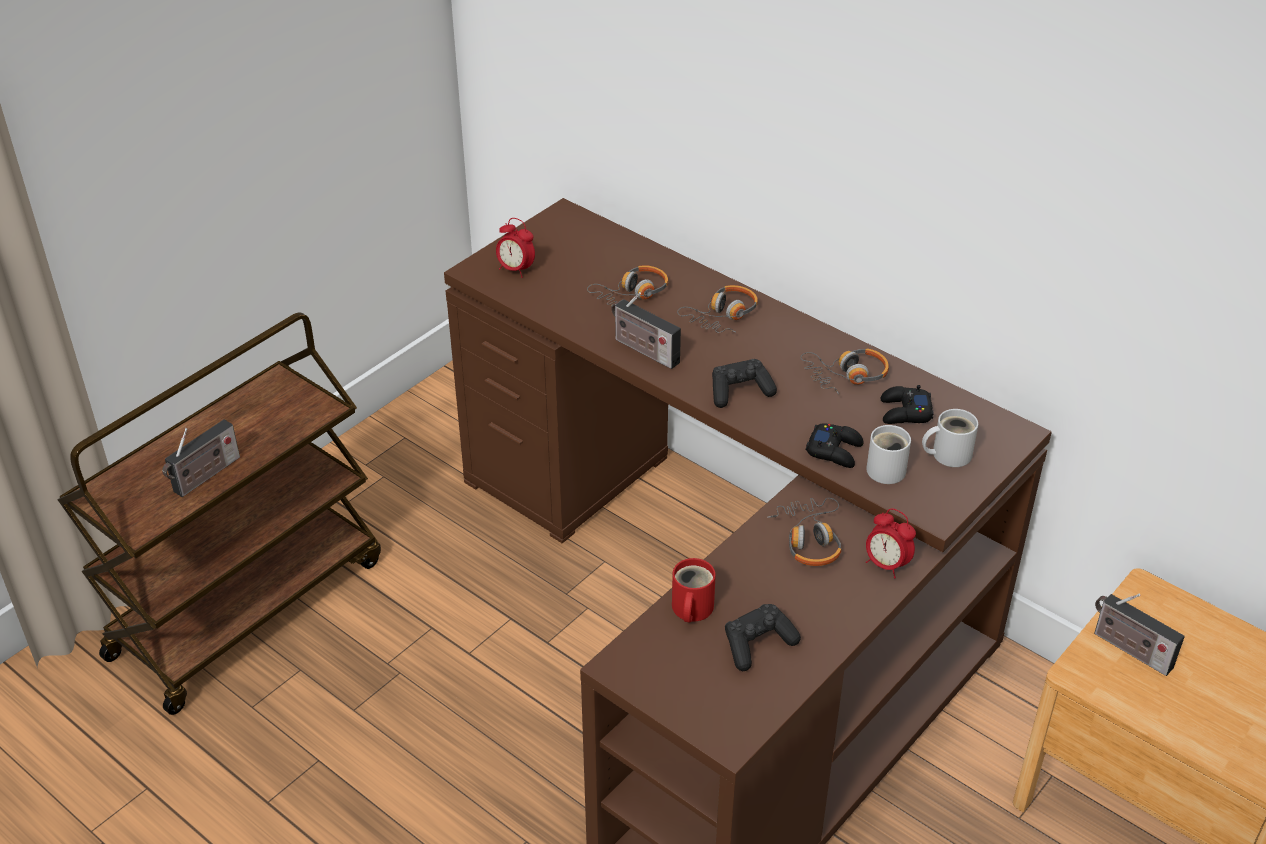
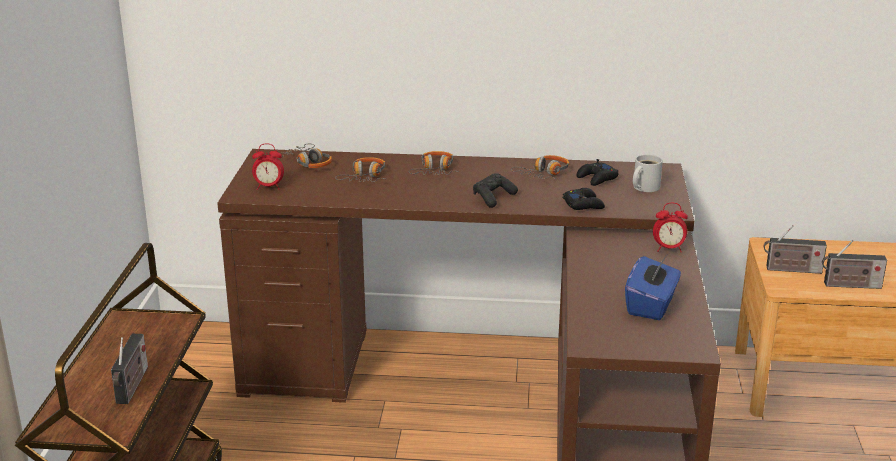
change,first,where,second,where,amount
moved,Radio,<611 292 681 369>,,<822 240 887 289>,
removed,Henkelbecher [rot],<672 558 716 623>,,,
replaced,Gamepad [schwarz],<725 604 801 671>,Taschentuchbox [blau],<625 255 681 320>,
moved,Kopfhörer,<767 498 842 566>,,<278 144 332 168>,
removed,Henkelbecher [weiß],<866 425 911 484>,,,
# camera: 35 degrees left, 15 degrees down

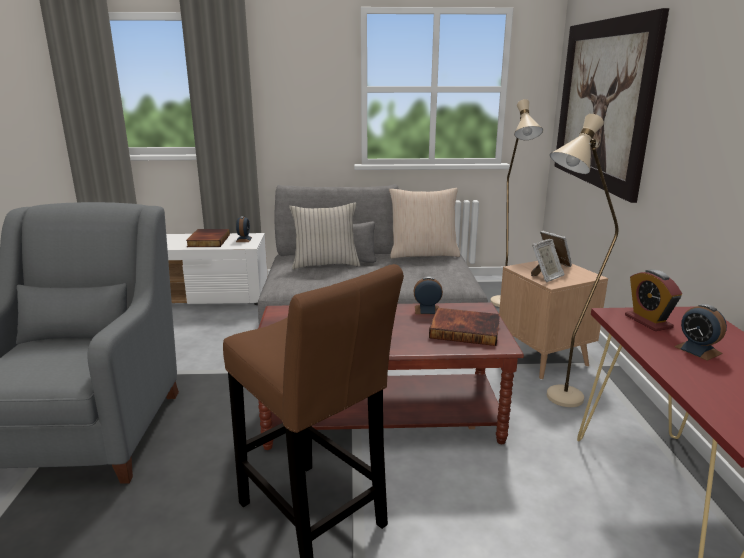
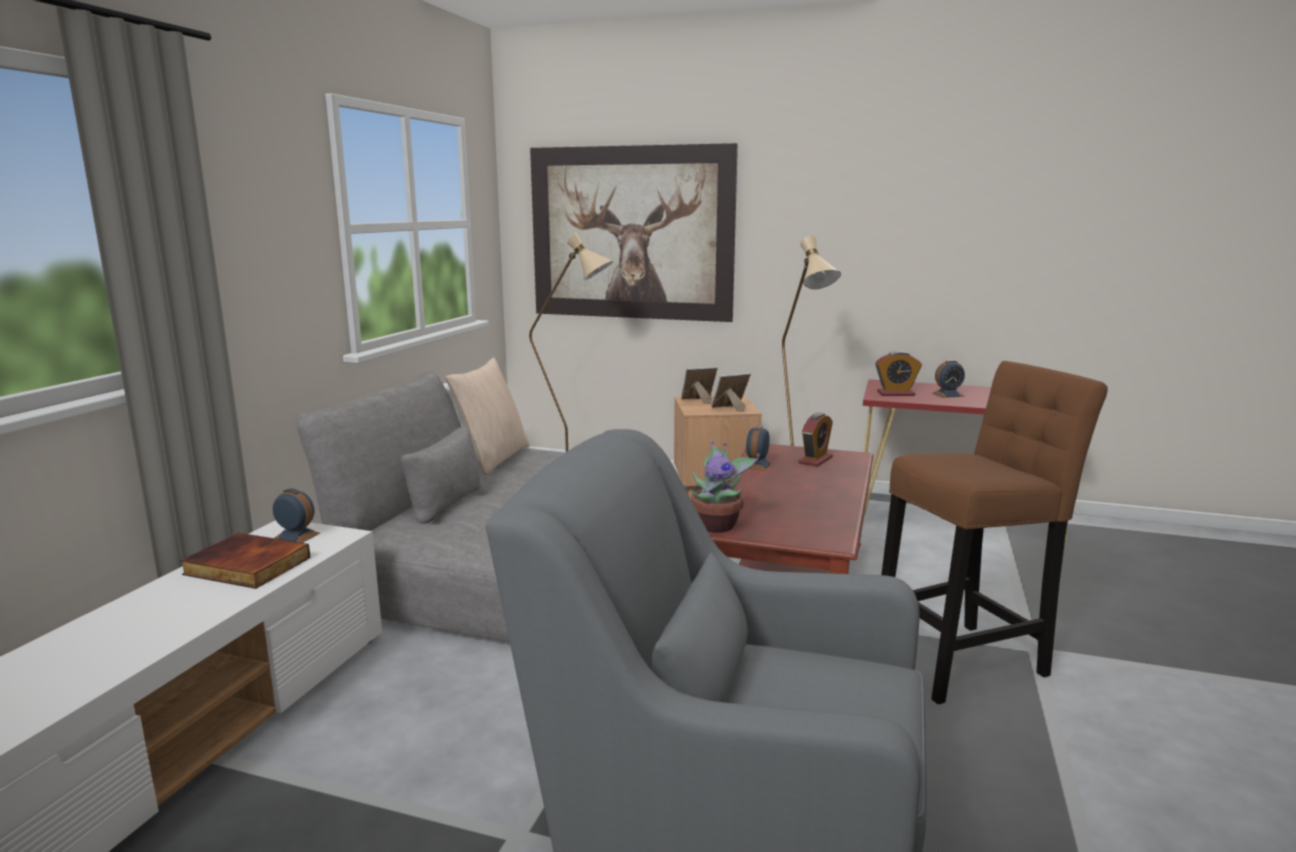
change,first,where,second,where,amount
removed,Kissen [beige],<289 203 360 269>,,,
replaced,Buch,<429 308 500 346>,Wecker,<799 412 833 467>,
turned,Bilderrahmen,<531 239 564 282>,,<711 373 751 411>,90 degrees counterclockwise
added,,,Topfpflanze,<691 440 760 533>,
# camera: 70 degrees left, 5 degrees down

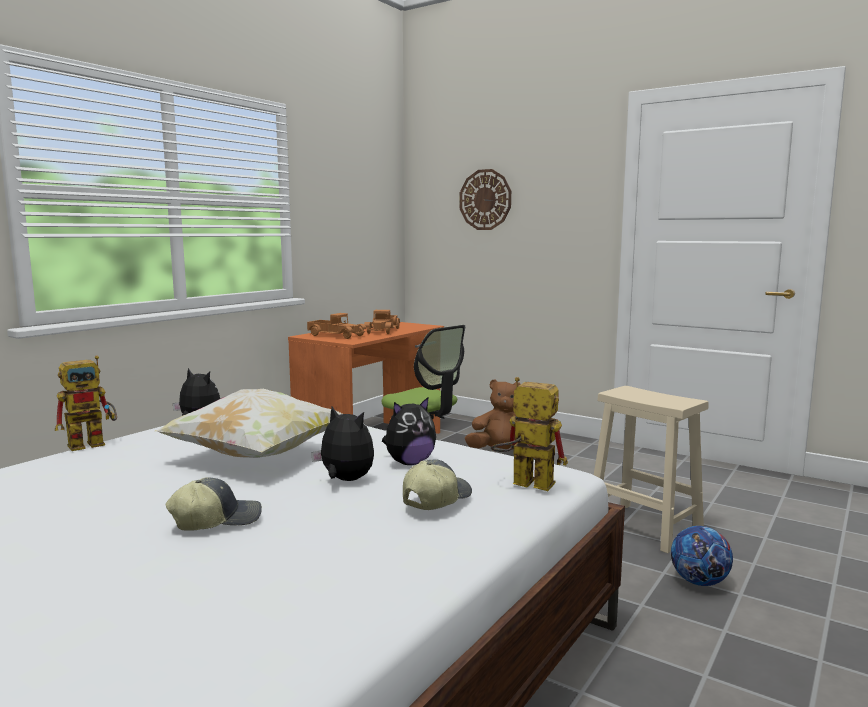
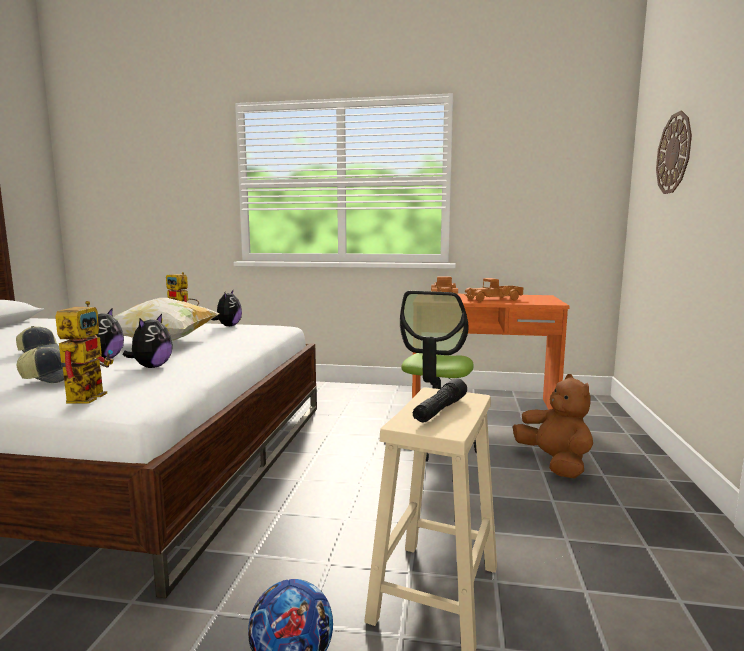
change,first,where,second,where,amount
turned,Plüschtier,<382 397 436 465>,,<123 314 173 368>,105 degrees counterclockwise
added,,,Taschenlampe [schwarz],<413 378 467 422>,
# camera: 65 degrees right, 0 degrees up

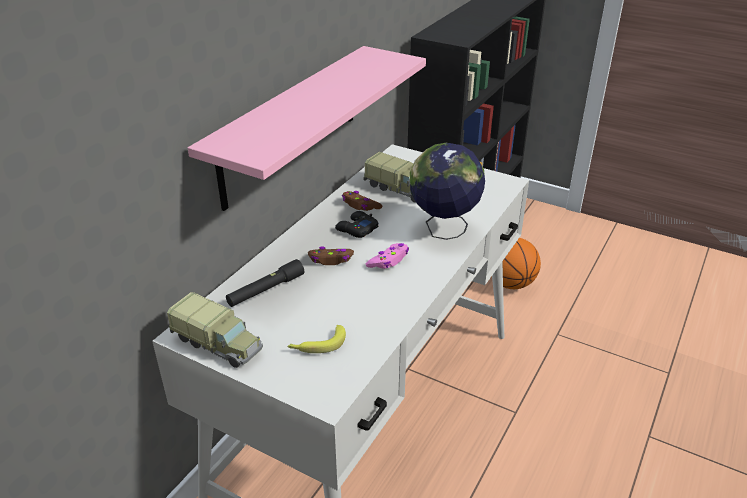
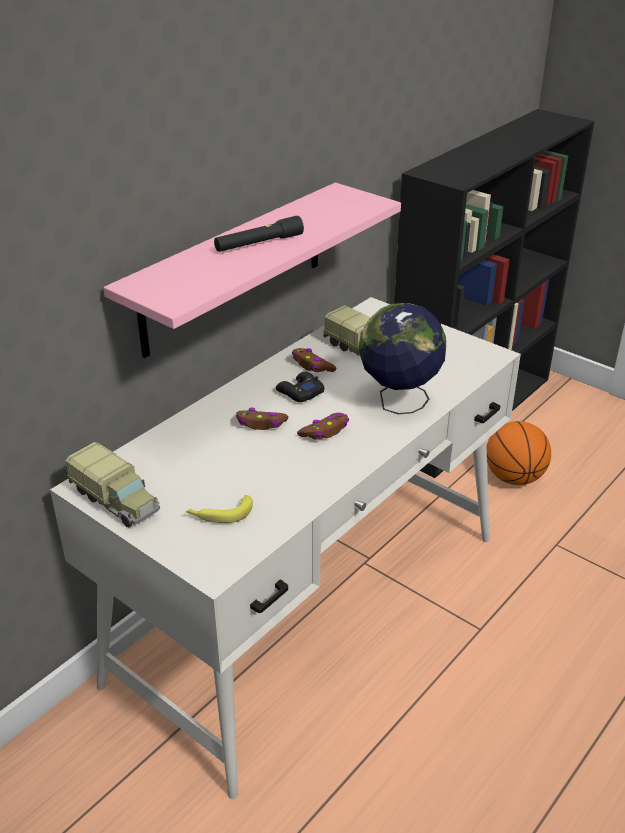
change,first,where,second,where,amount
moved,Taschenlampe [schwarz],<226 259 304 307>,,<214 215 304 252>,
recoloured,Gamepad [rosa],<365 243 409 269>,Gamepad [braun],<297 413 349 440>,
# camera: 10 degrees right, 0 degrees up

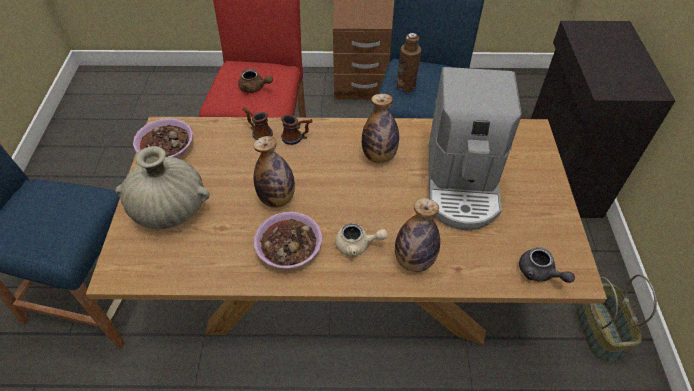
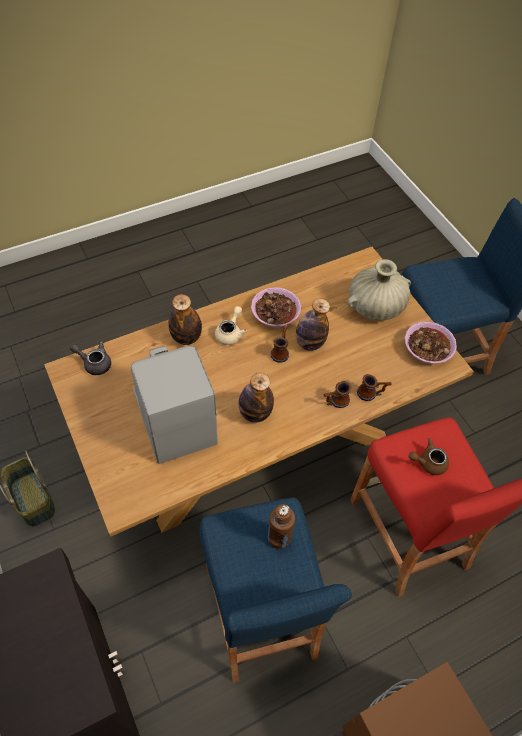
change,first,where,second,where,amount
turned,Teekanne [beige],<335 223 388 257>,,<215 306 247 345>,135 degrees clockwise
added,,,Henkelbecher,<271 326 289 363>,
# camera: 150 degrees right, 5 degrees up

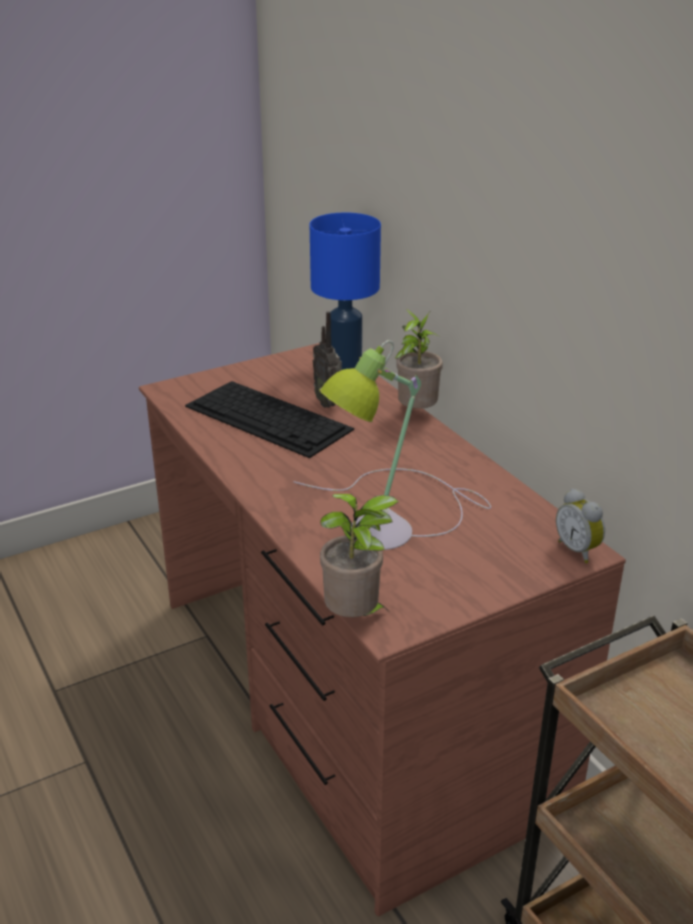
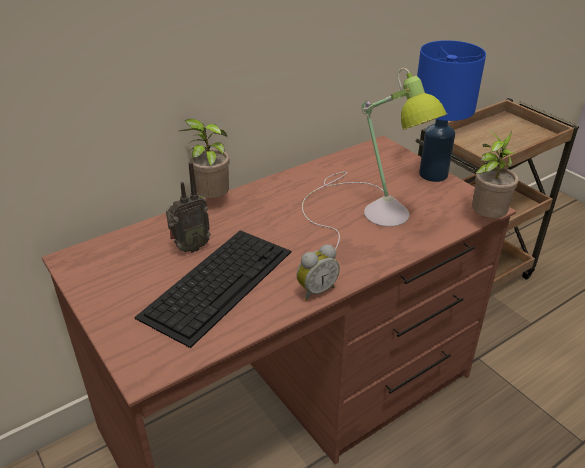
change,first,where,second,where,amount
moved,Tischlampe [blau],<310 213 381 370>,,<417 40 486 182>,
moved,Wecker,<556 489 605 563>,,<297 245 340 301>,
# camera: 95 degrees left, 5 degrees up

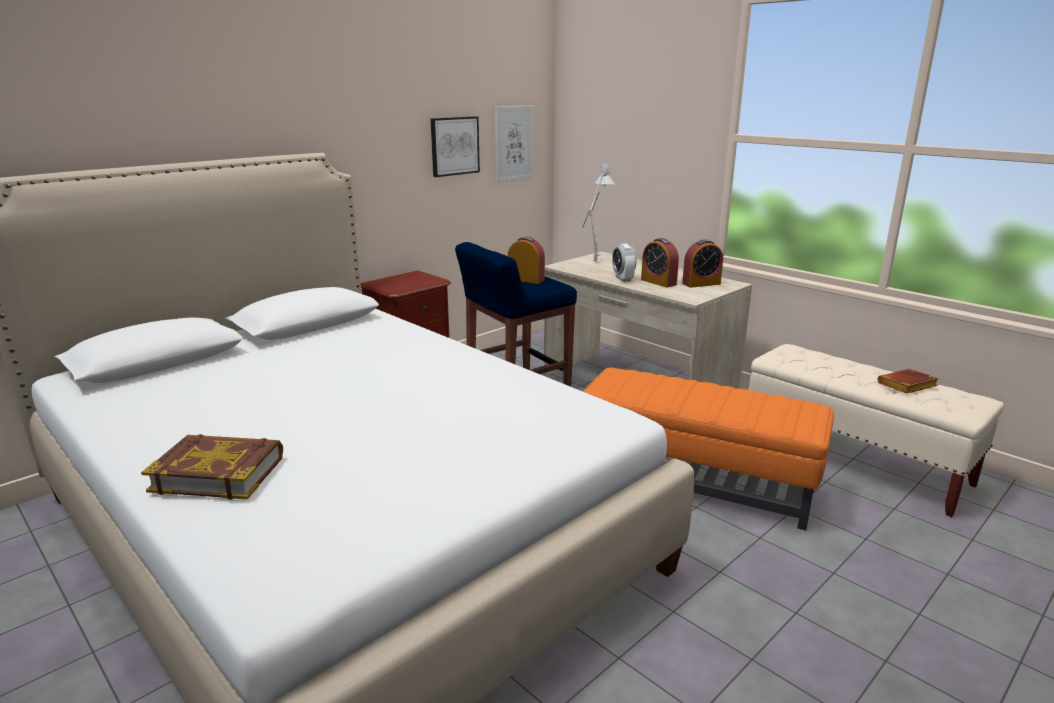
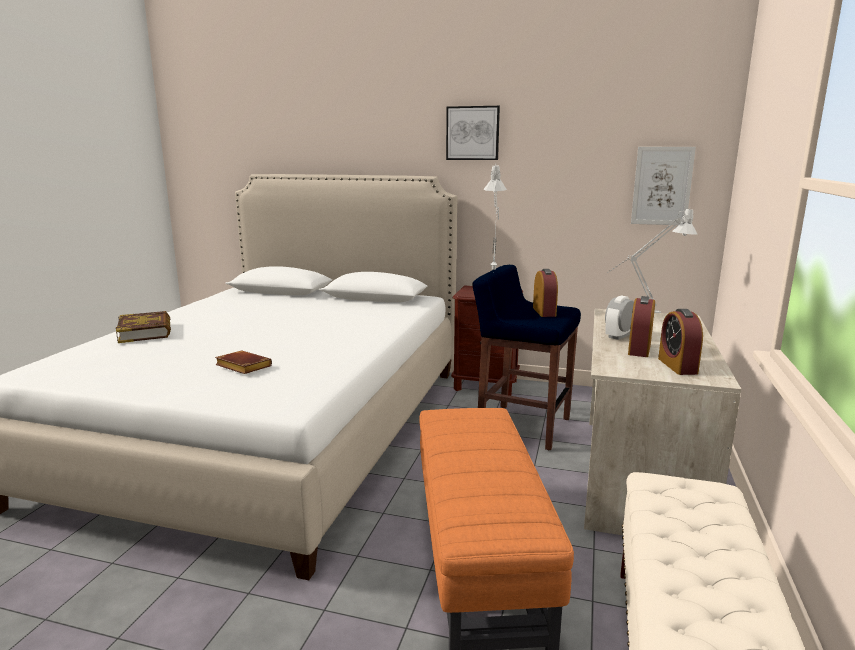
change,first,where,second,where,amount
moved,Bild,<430 116 480 177>,,<446 106 500 160>,
turned,Wecker,<682 239 723 288>,,<658 309 703 375>,45 degrees clockwise
moved,Buch [braun],<877 369 939 394>,,<215 351 272 374>,
added,,,Tischlampe [grau],<483 165 507 271>,
# camera: 60 degrees right, 5 degrees down

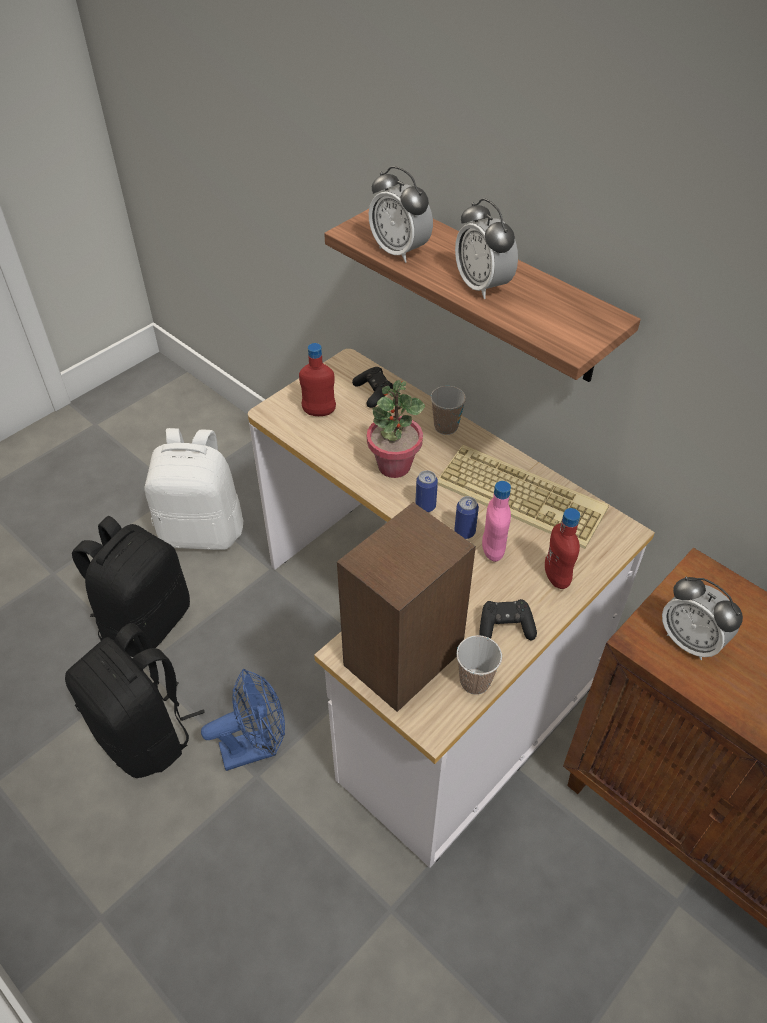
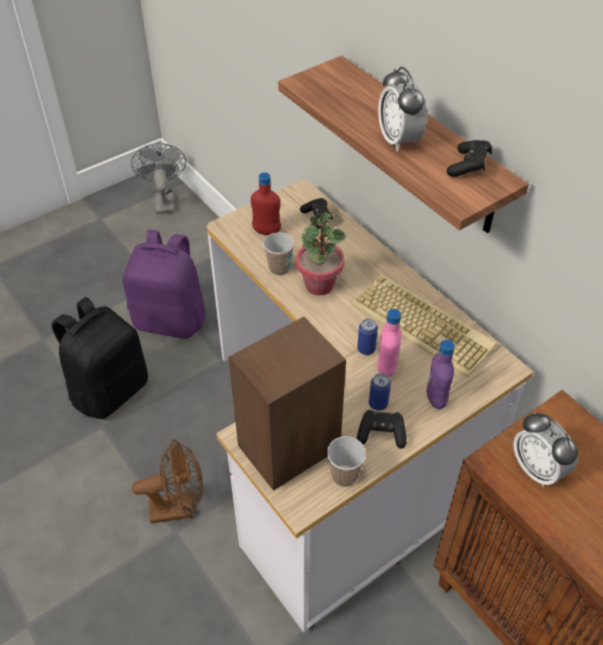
change,first,where,second,where,amount
removed,Rucksack [schwarz],<65 623 205 778>,,,
recoloured,Rucksack [weiß],<145 428 243 550>,Rucksack [lila],<122 230 206 339>,
recoloured,Ventilator [blau],<201 669 285 771>,Ventilator [braun],<132 440 203 523>,
removed,Wecker,<369 166 433 263>,,,
moved,Dose,<415 470 438 512>,,<369 373 391 411>,
moved,Tasse,<431 386 466 435>,,<263 232 294 275>,
recoloured,Flasche [rot],<545 508 580 589>,Flasche [lila],<427 340 455 409>,
added,,,Ventilator [grau],<131 143 186 214>,
added,,,Gamepad [schwarz],<447 140 492 177>,
# camera: 10 degrees right, 0 degrees up

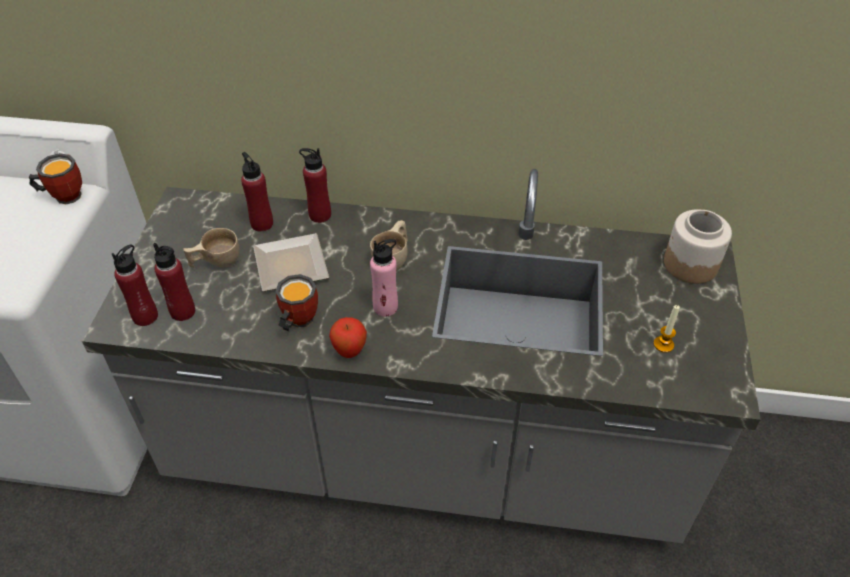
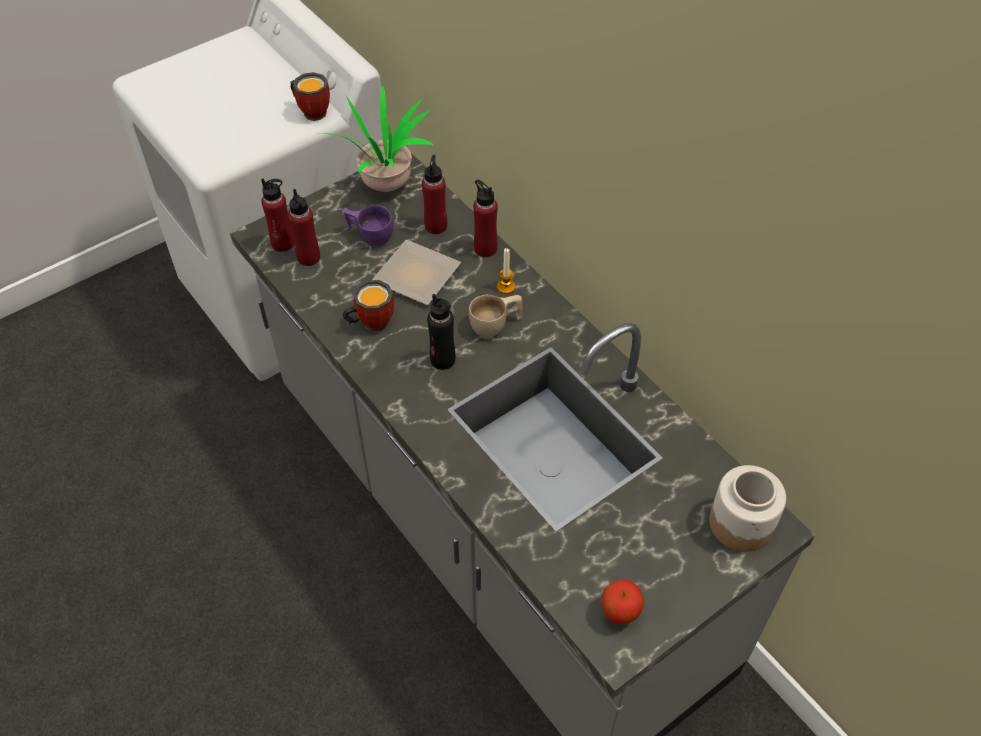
change,first,where,second,where,amount
recoloured,Tasse [beige],<183 228 240 268>,Tasse [lila],<343 205 393 245>,
moved,Apfel,<329 317 367 358>,,<601 579 644 625>,
recoloured,Flasche [rosa],<370 239 398 316>,Flasche [schwarz],<427 294 456 370>,
moved,Kerze,<654 305 680 353>,,<497 248 515 294>,
added,,,Topfpflanze,<318 85 433 192>,
# camera: 45 degrees right, 5 degrees up

